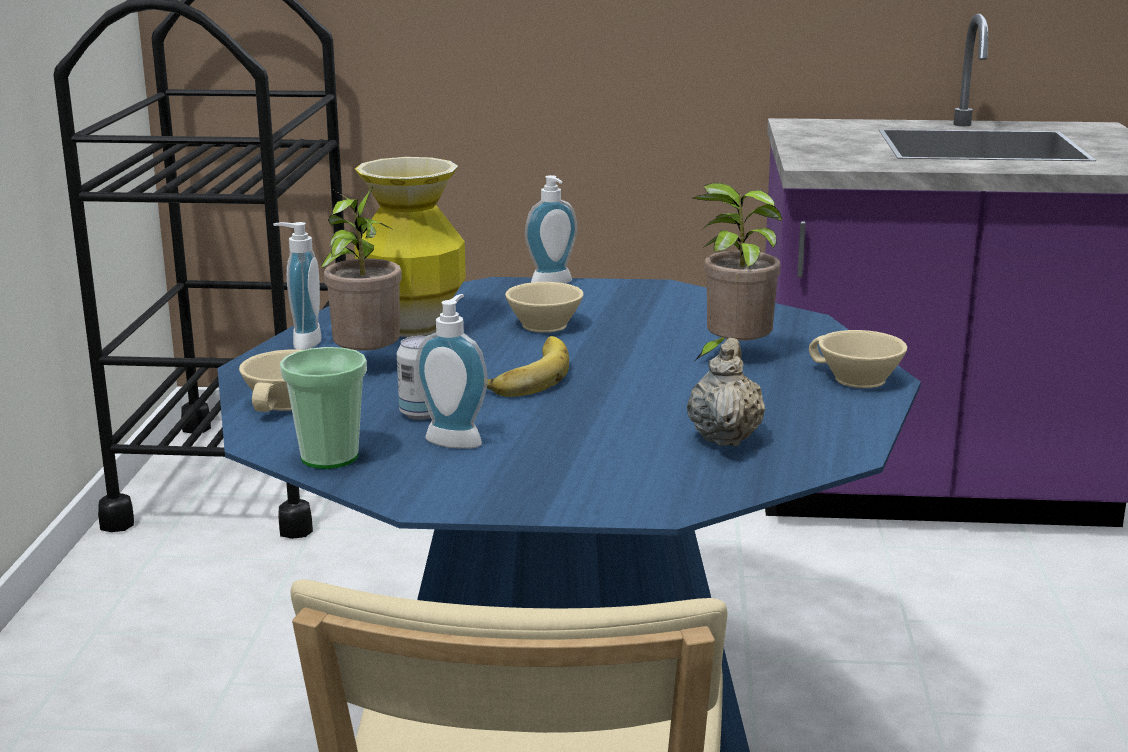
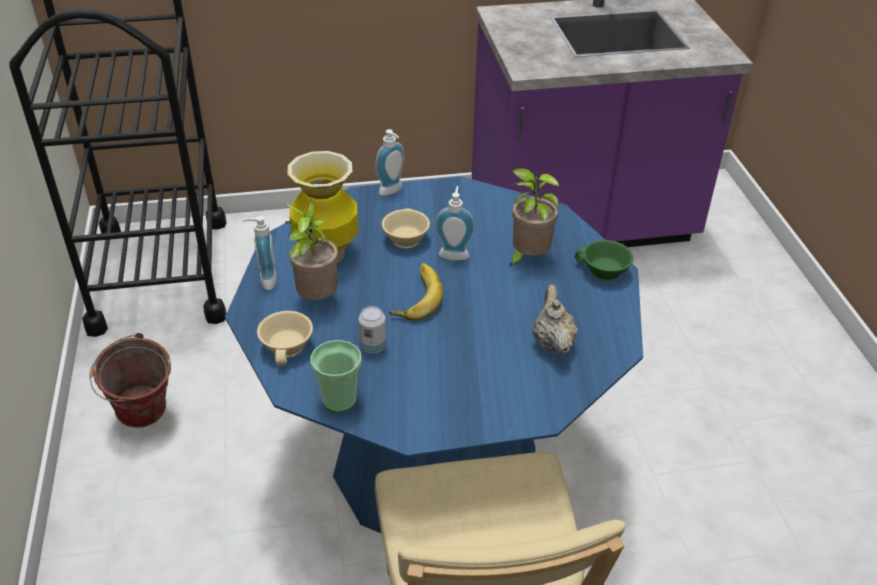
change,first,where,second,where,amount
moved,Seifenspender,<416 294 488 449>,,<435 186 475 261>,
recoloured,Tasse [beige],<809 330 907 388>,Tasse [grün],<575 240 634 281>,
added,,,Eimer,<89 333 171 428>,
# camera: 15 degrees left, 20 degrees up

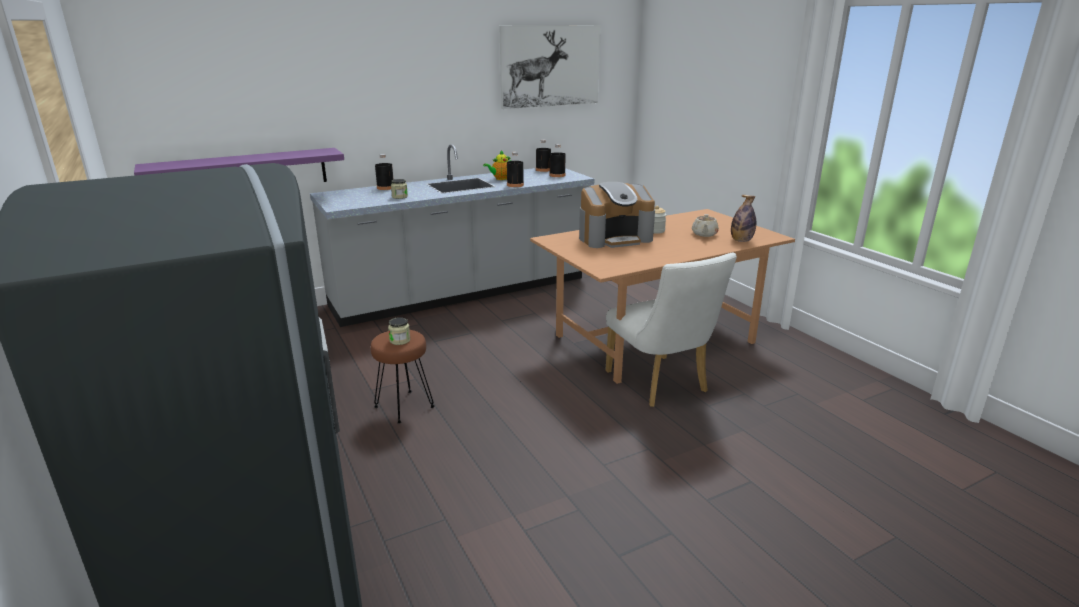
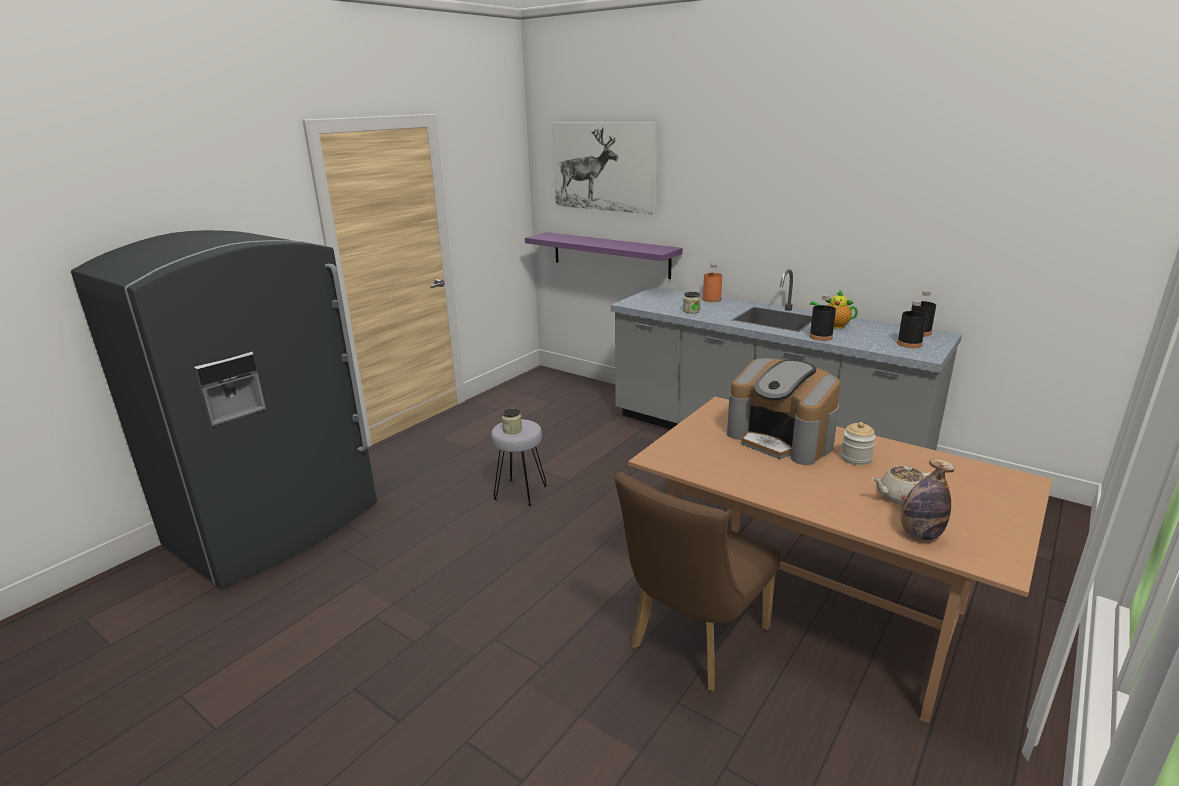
change,first,where,second,where,amount
recoloured,Hocker [braun],<371 330 435 424>,Hocker [grau],<491 419 547 506>,
recoloured,Flasche [schwarz],<375 154 394 190>,Flasche [orange],<702 263 722 302>,
moved,Bild,<499 25 601 109>,,<552 122 658 215>,
recoloured,Stuhl [weiß],<606 253 737 407>,Stuhl [braun],<615 472 781 691>,
# camera: 65 degrees right, 0 degrees up

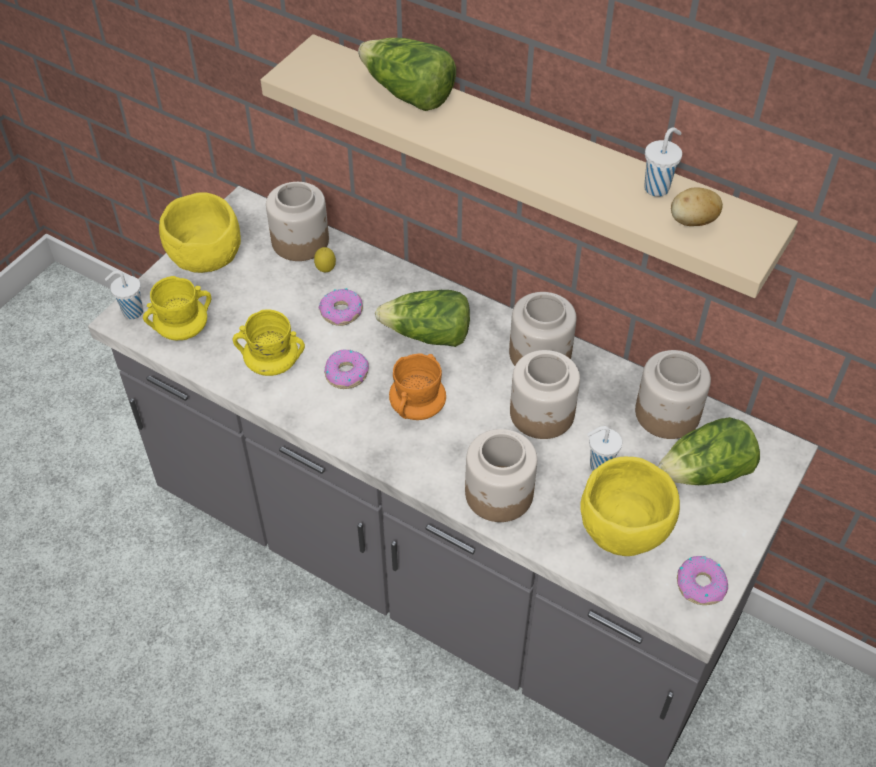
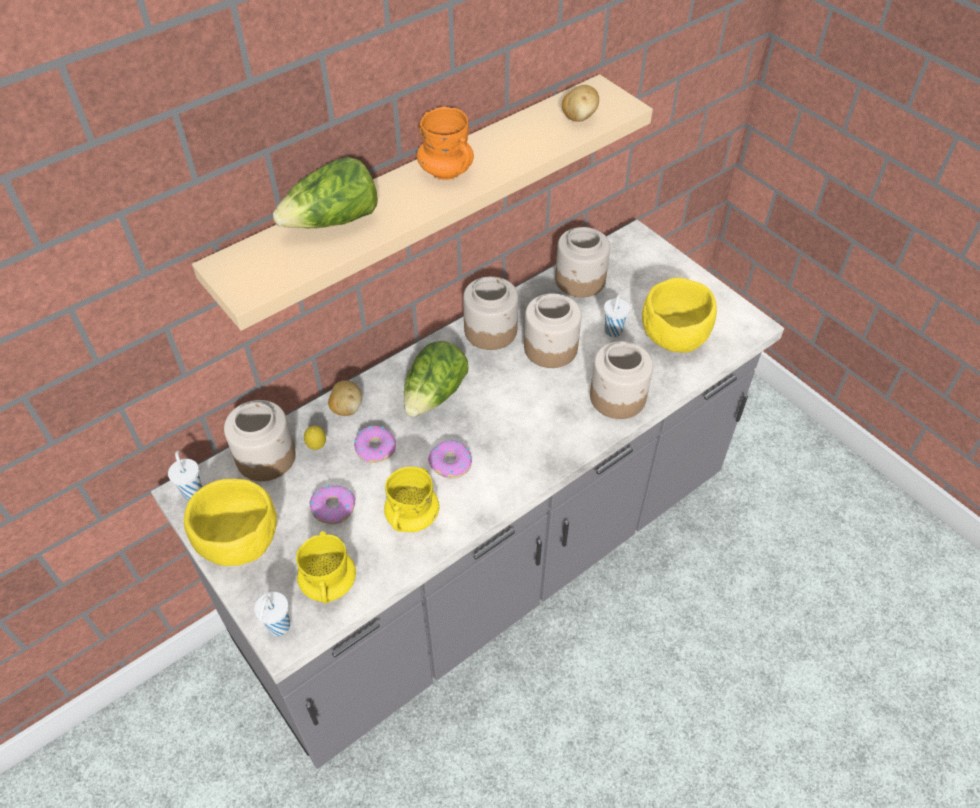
change,first,where,second,where,amount
moved,Henkelbecher [orange],<389 353 446 420>,,<417 107 474 180>,
moved,Tasse [weiß],<644 127 682 197>,,<168 451 203 500>,
removed,Salatkopf,<657 417 760 485>,,,
moved,Donut,<677 556 728 605>,,<309 485 356 524>,
added,,,Kartoffel,<328 380 362 416>,
# camera: 70 degrees left, 0 degrees up

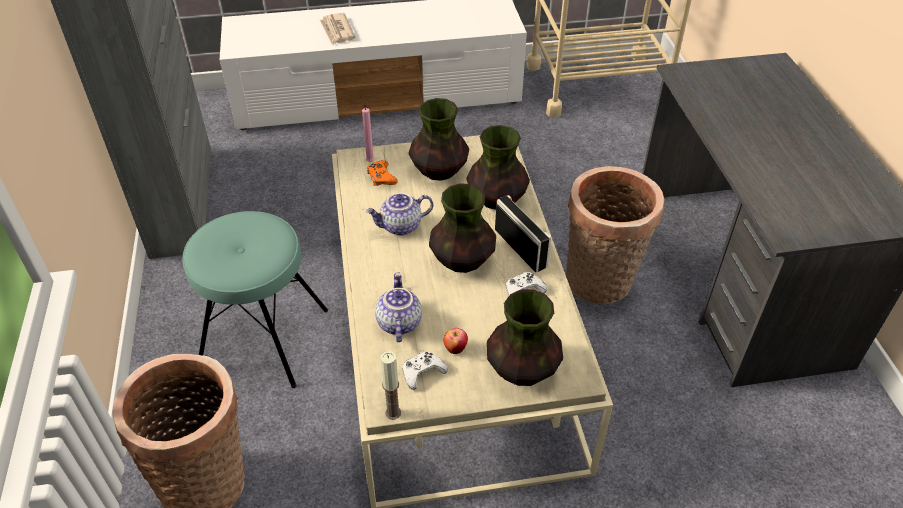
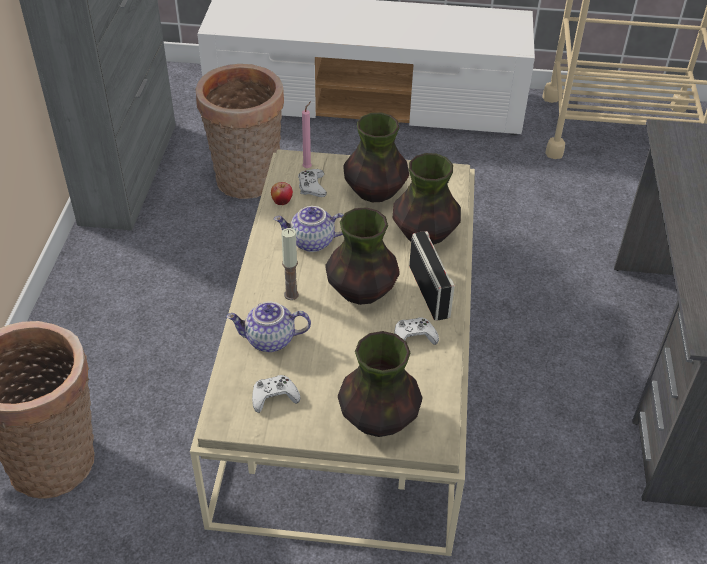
change,first,where,second,where,amount
removed,Hocker [türkis],<182 211 328 388>,,,
removed,Zeitung,<320 13 355 45>,,,
recoloured,Gamepad [orange],<367 160 398 186>,Gamepad [weiß],<298 169 327 197>,
turned,Teekanne,<375 272 422 342>,,<226 301 311 352>,105 degrees counterclockwise
moved,Kerze,<380 351 401 420>,,<281 228 299 300>,
moved,Apfel,<444 328 468 354>,,<271 182 293 205>,
moved,Korb,<566 166 664 304>,,<196 64 284 199>,
# camera: 15 degrees right, 0 degrees up

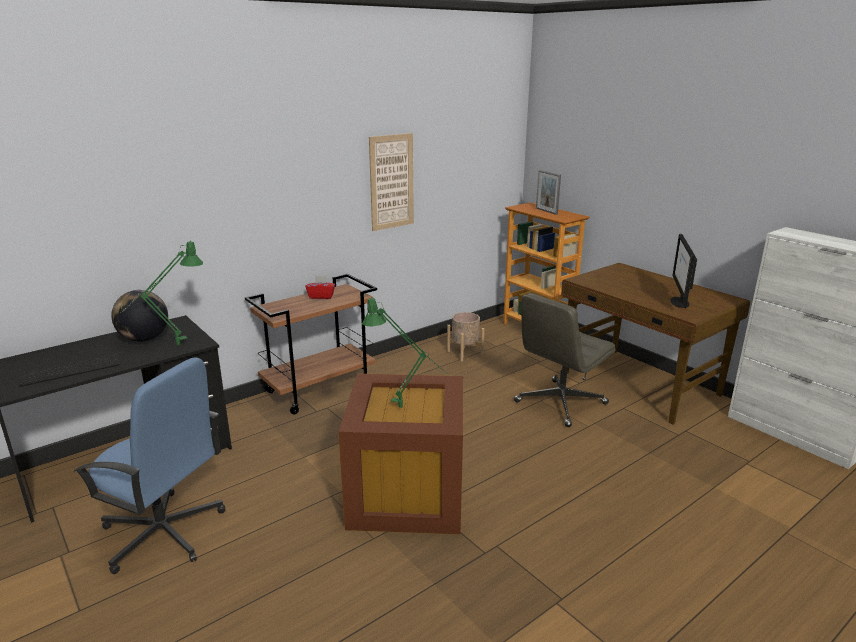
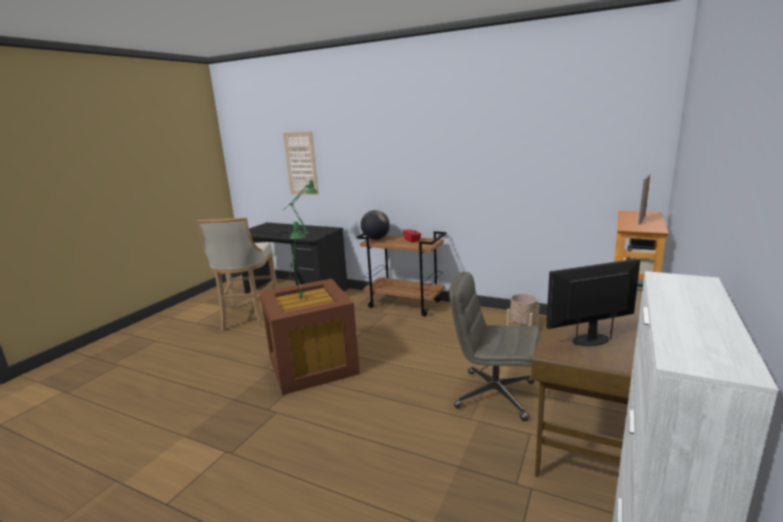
change,first,where,second,where,amount
replaced,Bürostuhl [blau],<74 358 225 574>,Hocker [beige],<197 217 278 331>,
moved,Globus,<111 290 168 342>,,<361 210 390 240>,
moved,Bild,<369 133 414 231>,,<283 131 319 195>,
# camera: 65 degrees right, 5 degrees down

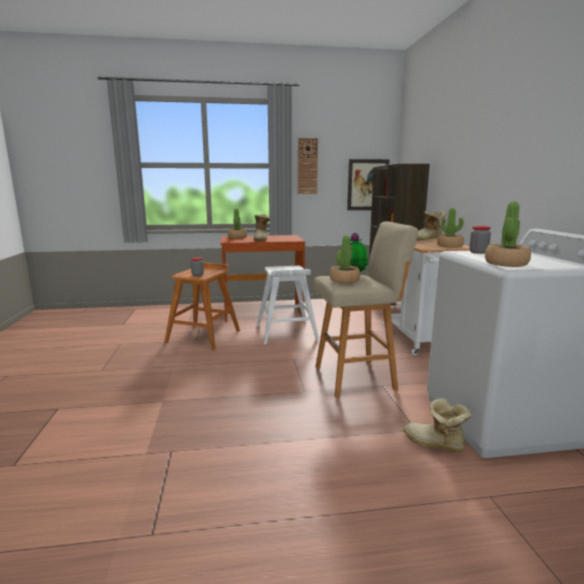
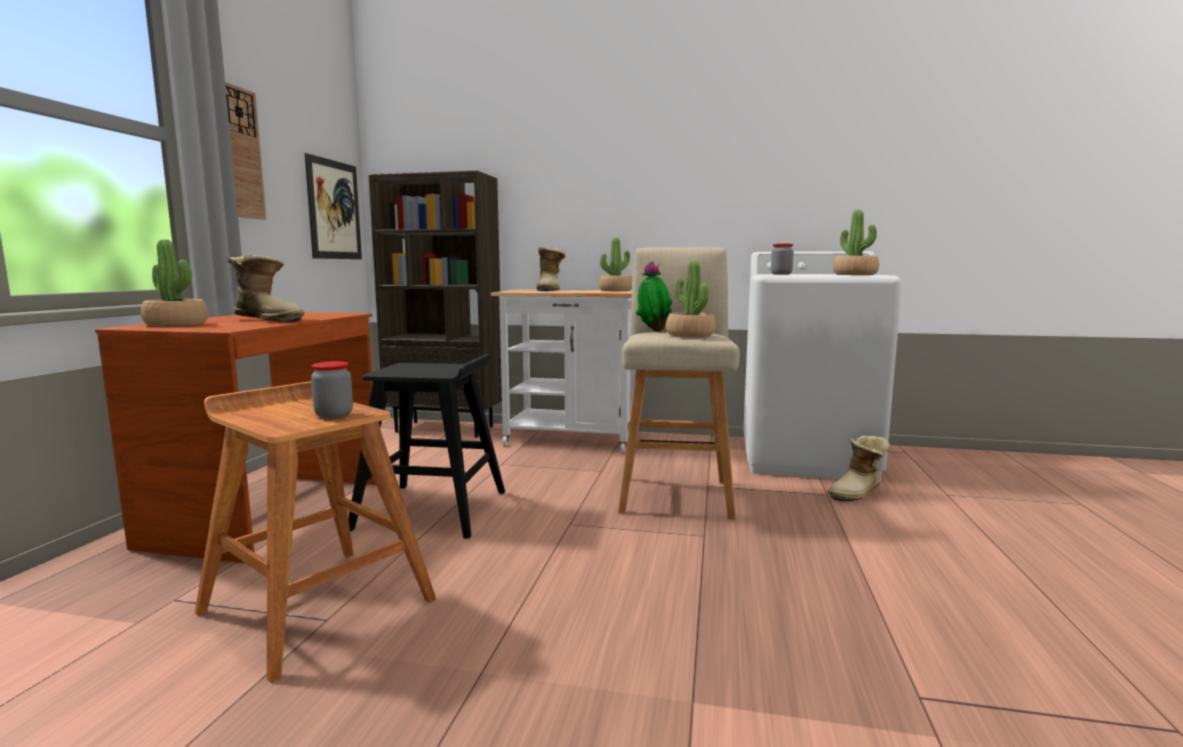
change,first,where,second,where,amount
recoloured,Hocker [weiß],<257 266 319 344>,Hocker [schwarz],<348 354 505 539>,
# camera: 70 degrees left, 5 degrees down

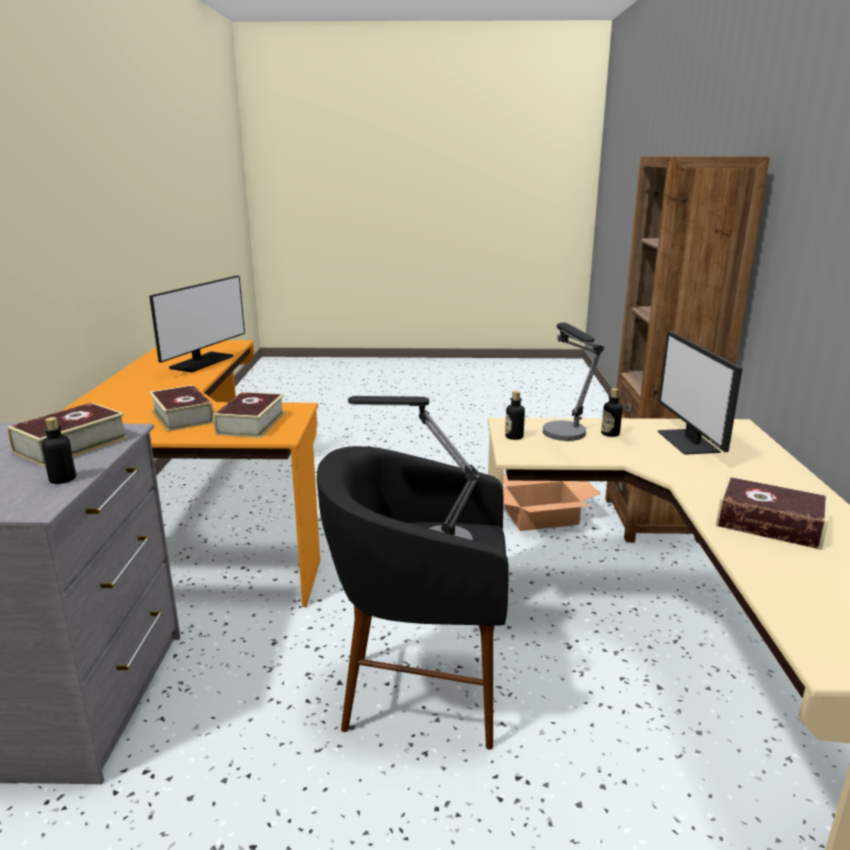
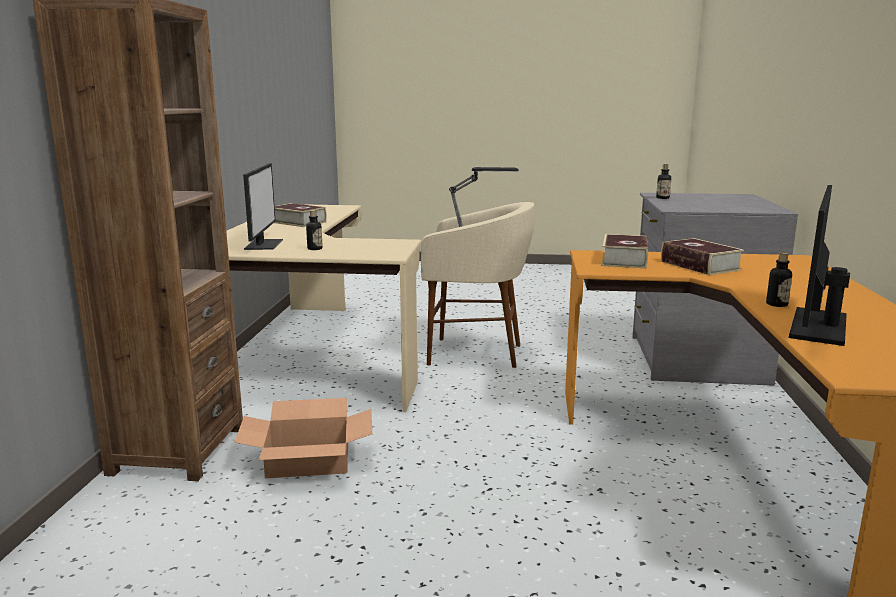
change,first,where,second,where,amount
removed,Buch,<7 402 128 467>,,,
recoloured,Hocker [schwarz],<317 446 509 750>,Hocker [beige],<421 202 535 368>,
moved,Flasche,<505 391 525 440>,,<766 252 792 307>,
removed,Tischlampe,<543 322 604 441>,,,
# camera: 175 degrees left, 5 degrees down

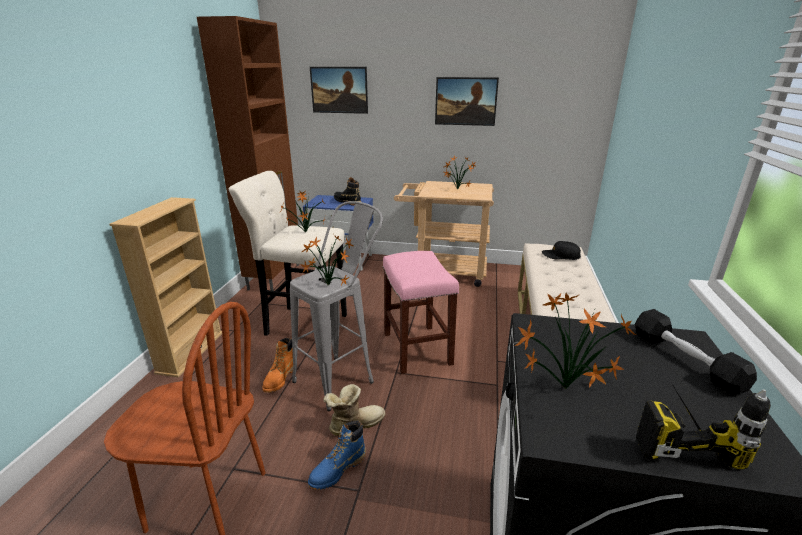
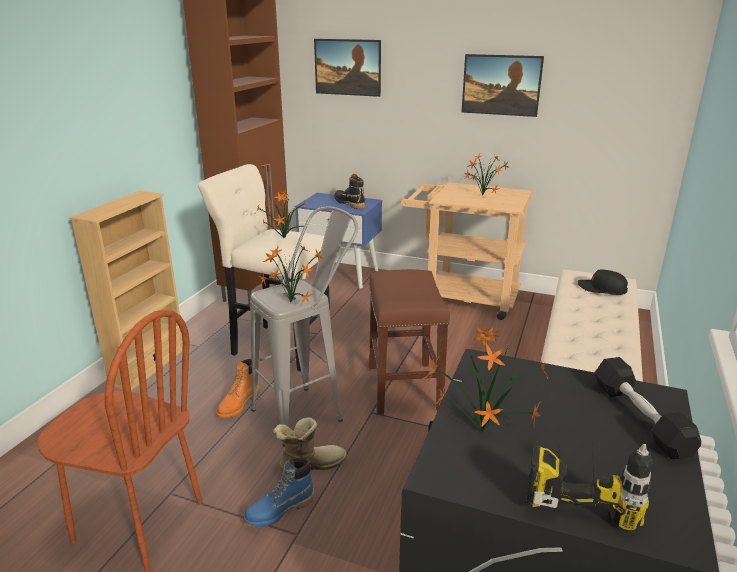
change,first,where,second,where,amount
recoloured,Hocker [rosa],<383 251 459 374>,Hocker [braun],<369 269 450 415>,
# camera: 10 degrees right, 0 degrees up

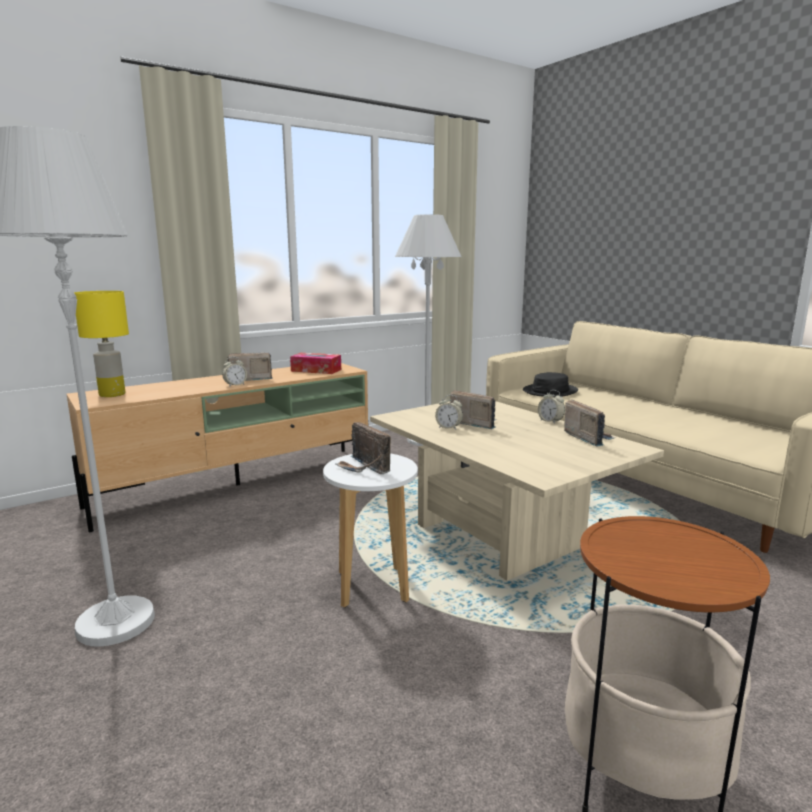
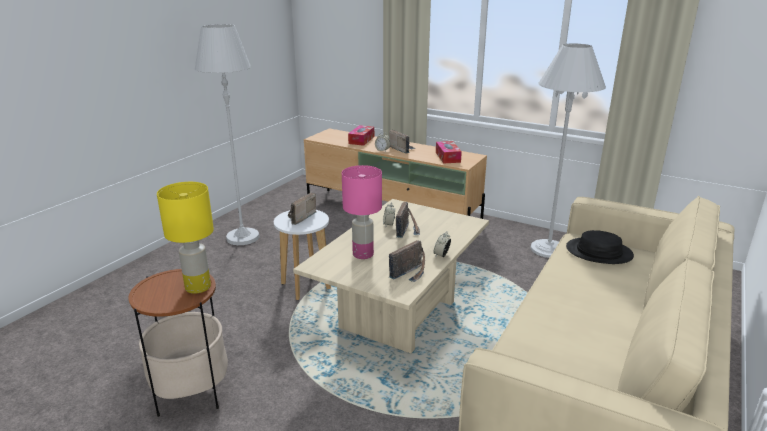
change,first,where,second,where,amount
moved,Tischlampe [gelb],<74 291 129 397>,,<157 182 214 294>,
added,,,Tischlampe [rosa],<342 165 382 259>,
added,,,Taschentuchbox,<348 125 374 146>,
# camera: 65 degrees right, 10 degrees up

